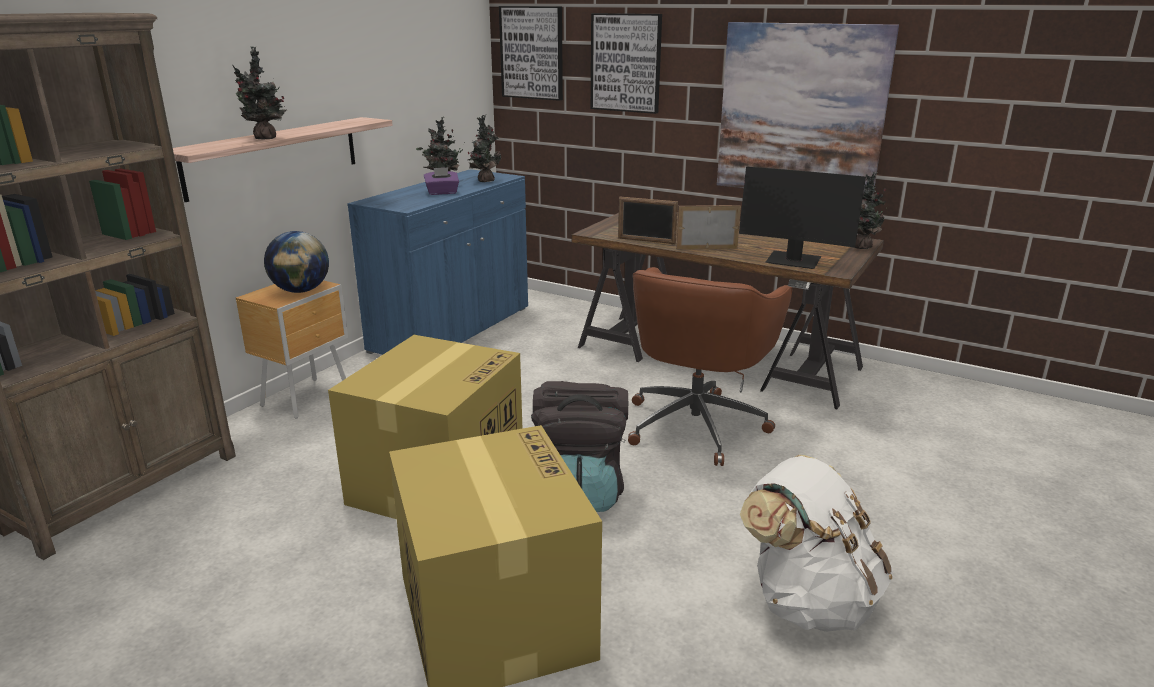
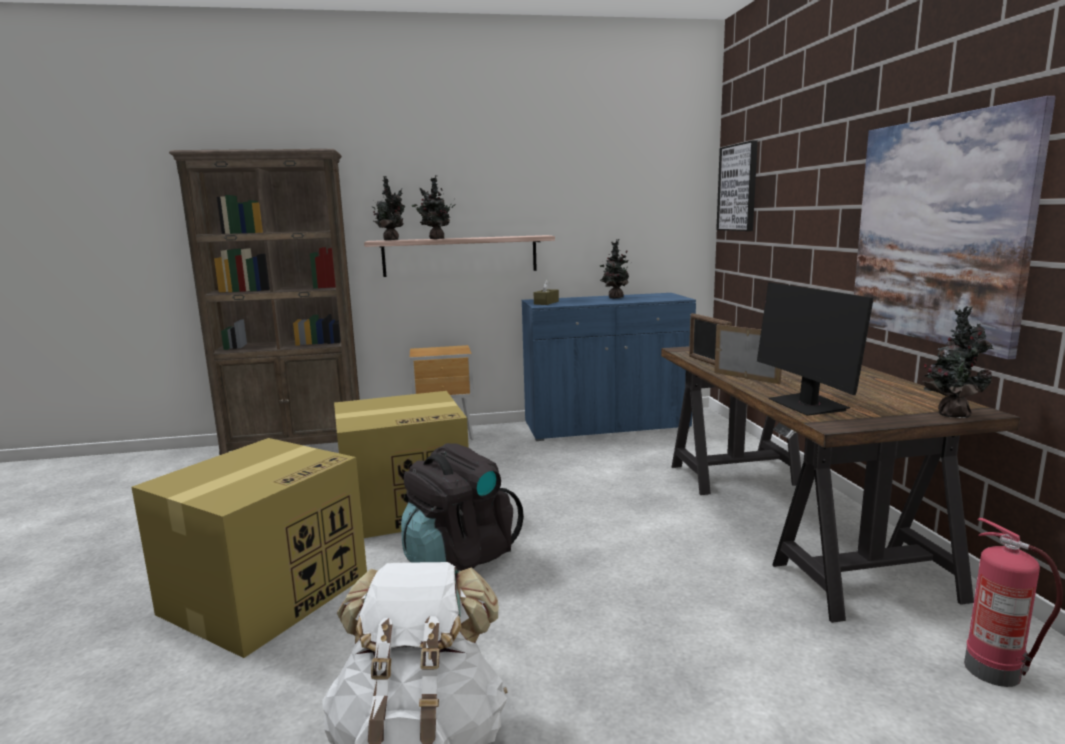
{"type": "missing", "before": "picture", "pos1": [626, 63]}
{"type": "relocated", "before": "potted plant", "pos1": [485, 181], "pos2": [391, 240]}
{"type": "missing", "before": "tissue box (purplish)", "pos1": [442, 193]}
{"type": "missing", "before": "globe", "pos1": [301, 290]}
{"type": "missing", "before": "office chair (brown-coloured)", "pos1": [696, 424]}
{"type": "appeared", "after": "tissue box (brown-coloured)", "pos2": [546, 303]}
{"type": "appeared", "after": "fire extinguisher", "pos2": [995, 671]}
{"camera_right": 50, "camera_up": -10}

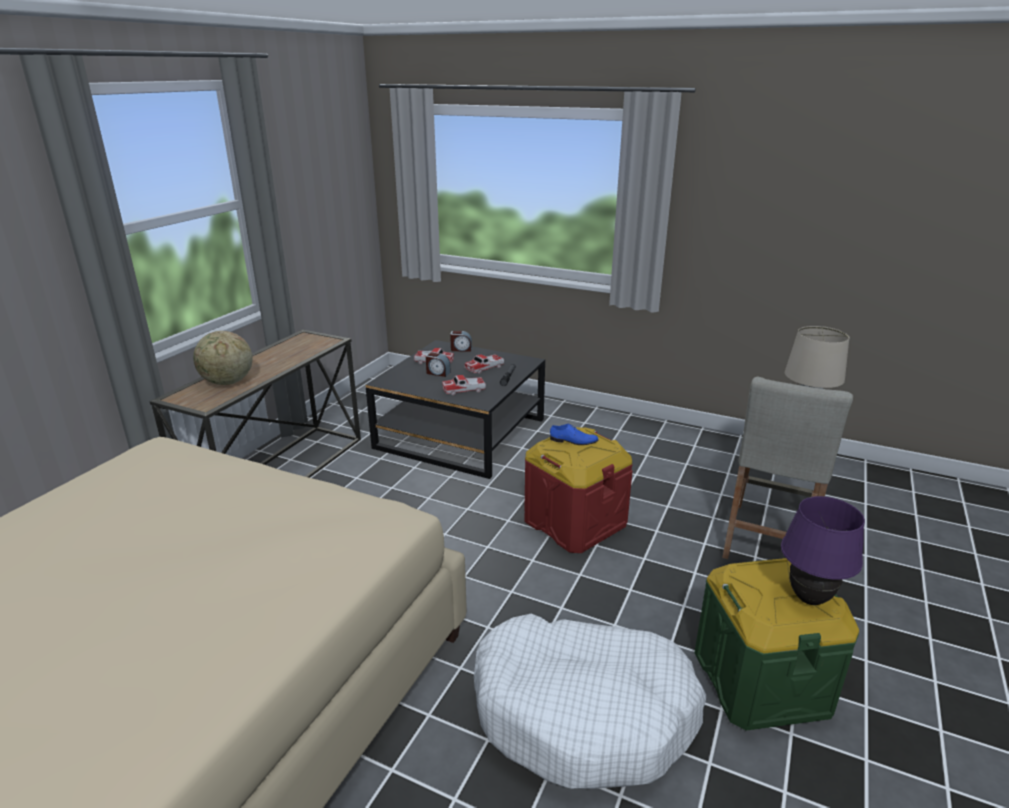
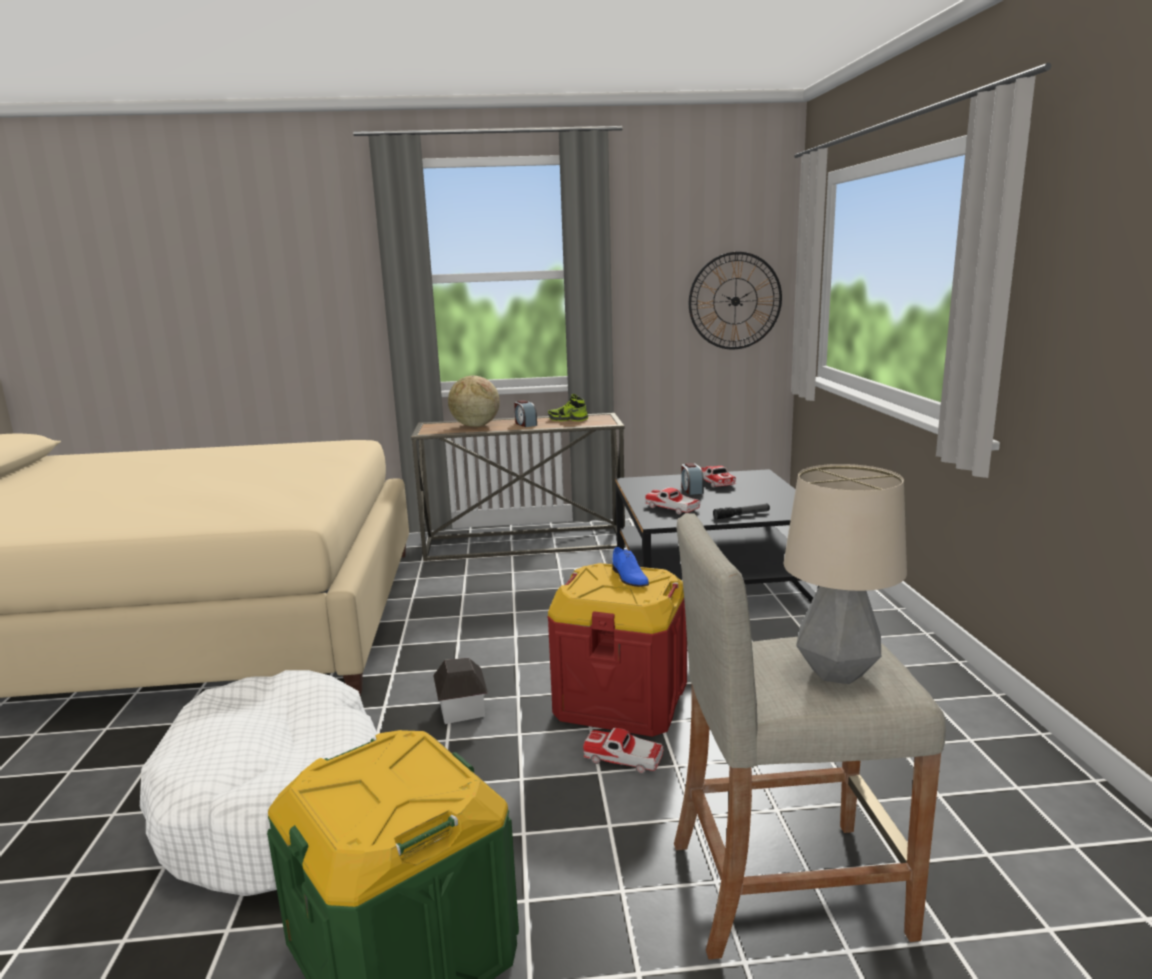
{"type": "relocated", "before": "bedside clock", "pos1": [461, 349], "pos2": [525, 424]}
{"type": "relocated", "before": "model car", "pos1": [484, 368], "pos2": [623, 758]}
{"type": "missing", "before": "table lamp (purplish)", "pos1": [810, 598]}
{"type": "appeared", "after": "clock on the wall", "pos2": [735, 301]}
{"type": "appeared", "after": "low shoe", "pos2": [568, 420]}
{"type": "appeared", "after": "miniature house", "pos2": [462, 710]}
{"camera_right": 60, "camera_up": -10}

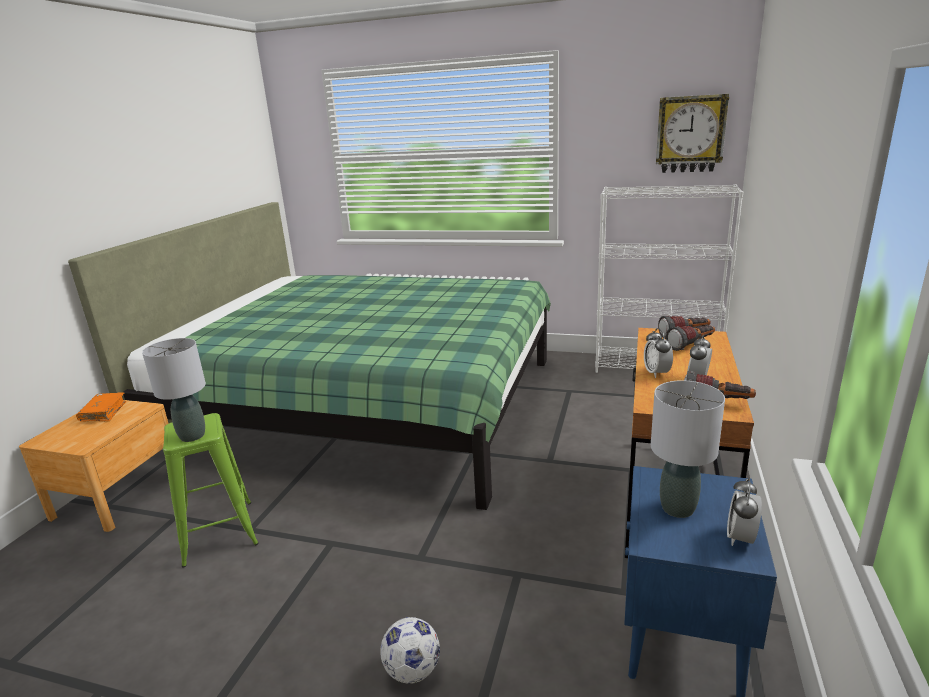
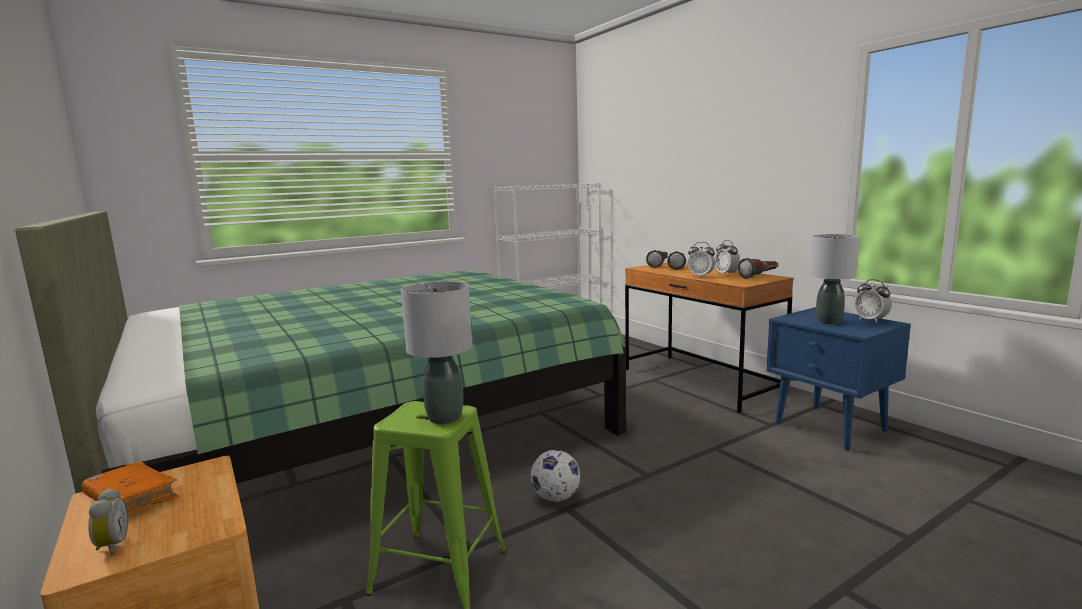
{"type": "missing", "before": "clock on the wall", "pos1": [690, 134]}
{"type": "relocated", "before": "ball for football", "pos1": [413, 671], "pos2": [556, 497]}
{"type": "appeared", "after": "bedside clock", "pos2": [111, 547]}
{"camera_right": -50, "camera_up": -10}

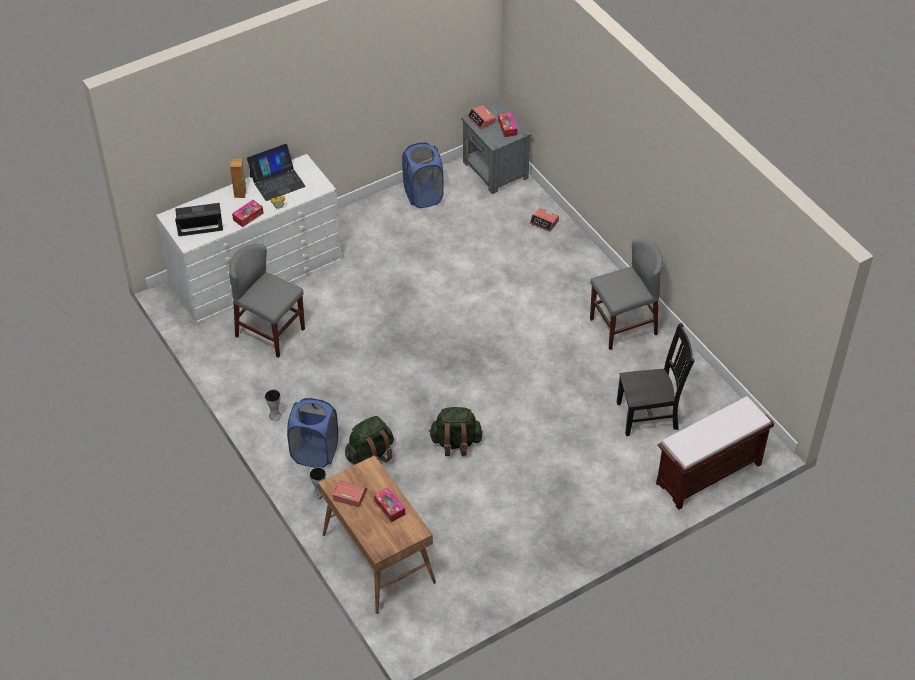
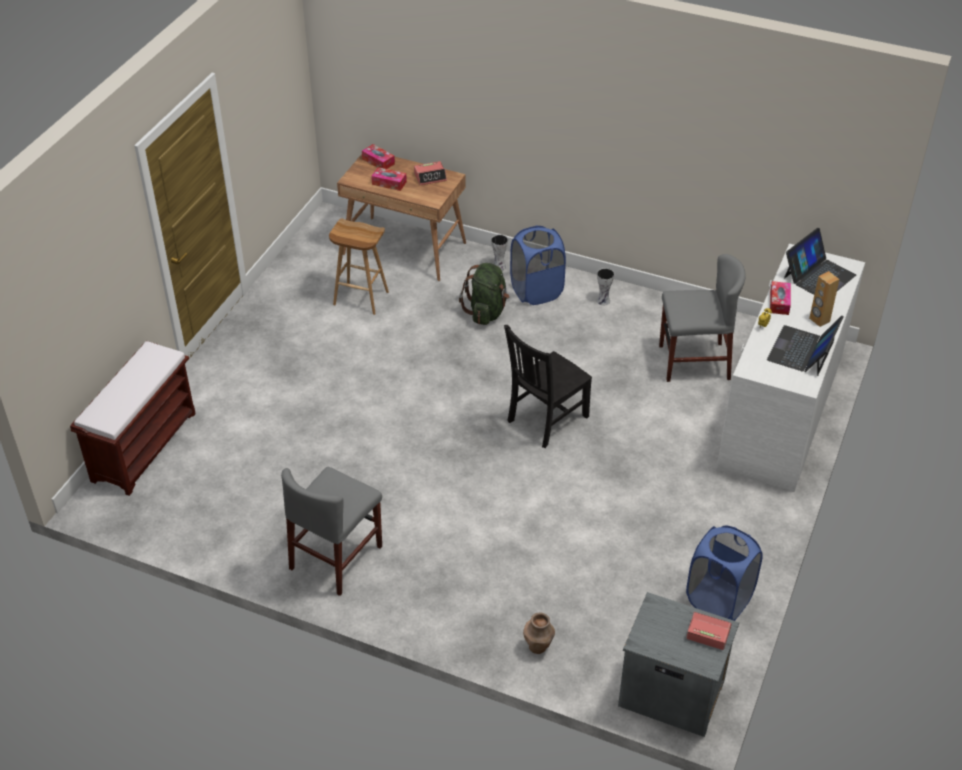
{"type": "relocated", "before": "tissue box", "pos1": [507, 127], "pos2": [378, 161]}
{"type": "exchanged", "before": "bedside clock", "after": "flower vase (brown-coloured)", "pos1": [544, 222], "pos2": [538, 647]}
{"type": "relocated", "before": "chair (blackish)", "pos1": [649, 415], "pos2": [545, 420]}
{"type": "missing", "before": "rucksack (green-coloured)", "pos1": [455, 443]}
{"type": "appeared", "after": "sitting stool (brown-coloured)", "pos2": [360, 298]}
{"camera_right": 145, "camera_up": -5}

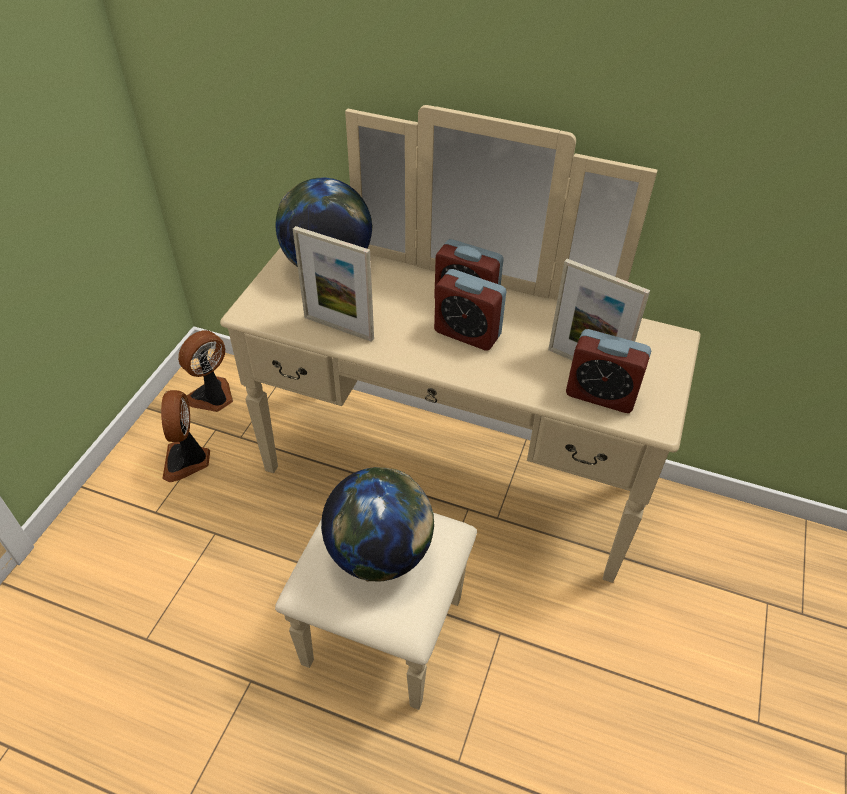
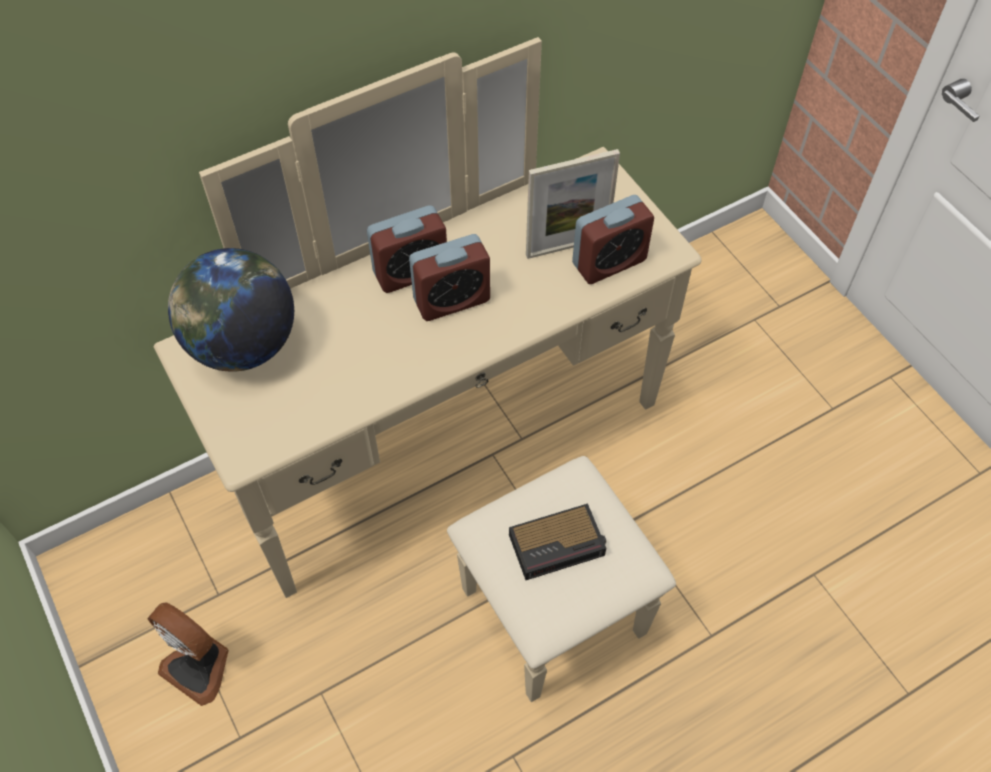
{"type": "missing", "before": "picture frame", "pos1": [338, 328]}
{"type": "missing", "before": "cooling fan", "pos1": [213, 397]}
{"type": "exchanged", "before": "globe", "after": "bedside clock", "pos1": [379, 554], "pos2": [558, 544]}
{"camera_right": -50, "camera_up": 10}

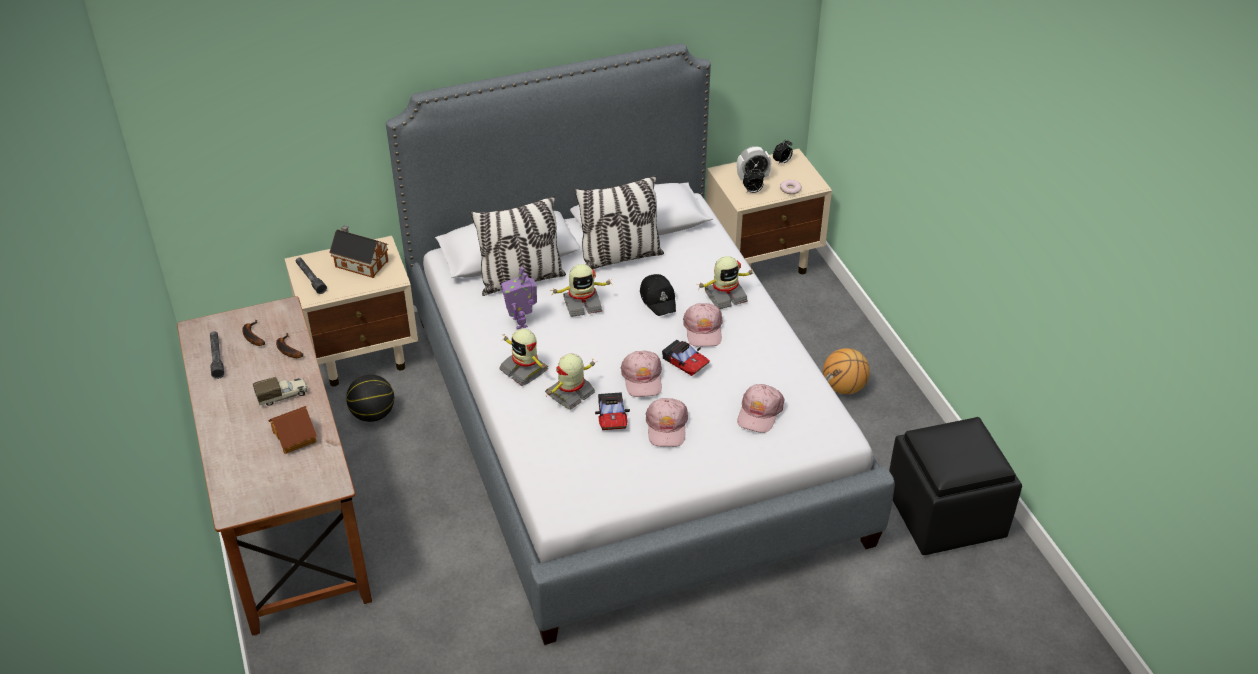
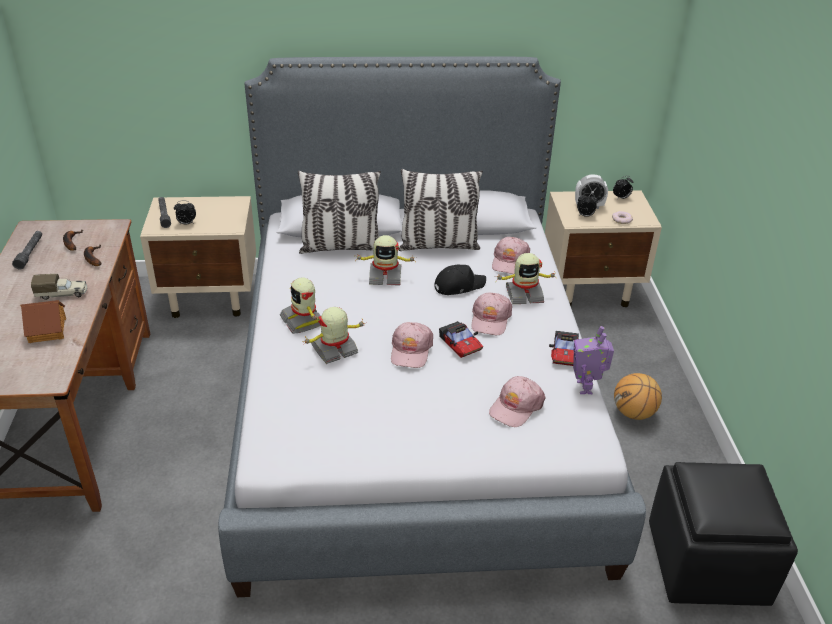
{"type": "missing", "before": "miniature house", "pos1": [360, 263]}
{"type": "relocated", "before": "model robot", "pos1": [521, 322], "pos2": [586, 387]}
{"type": "spun", "before": "peaked cap (blackish)", "pos1": [658, 299], "pos2": [458, 285], "turn": -105}
{"type": "missing", "before": "ball for basketball", "pos1": [373, 414]}
{"type": "relocated", "before": "model car", "pos1": [612, 416], "pos2": [565, 353]}
{"type": "relocated", "before": "peaked cap (pink-coloured)", "pos1": [666, 427], "pos2": [509, 261]}
{"type": "appeared", "after": "bedside clock", "pos2": [186, 223]}
{"camera_right": 15, "camera_up": -5}

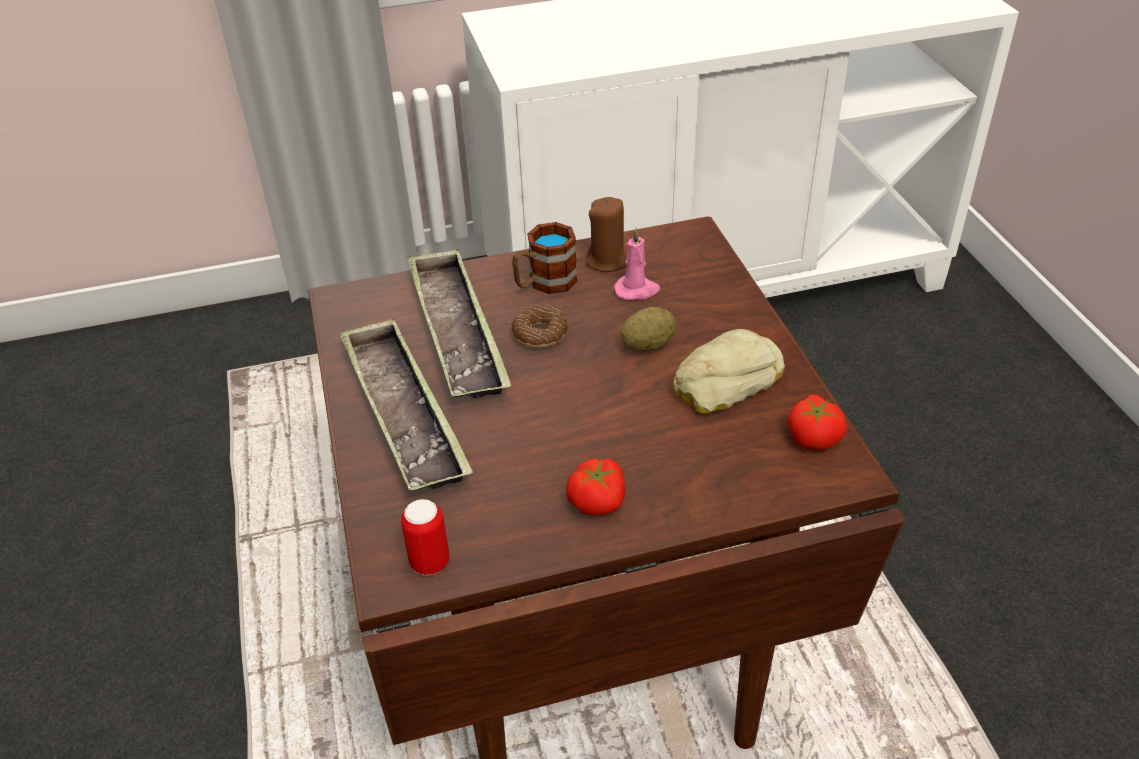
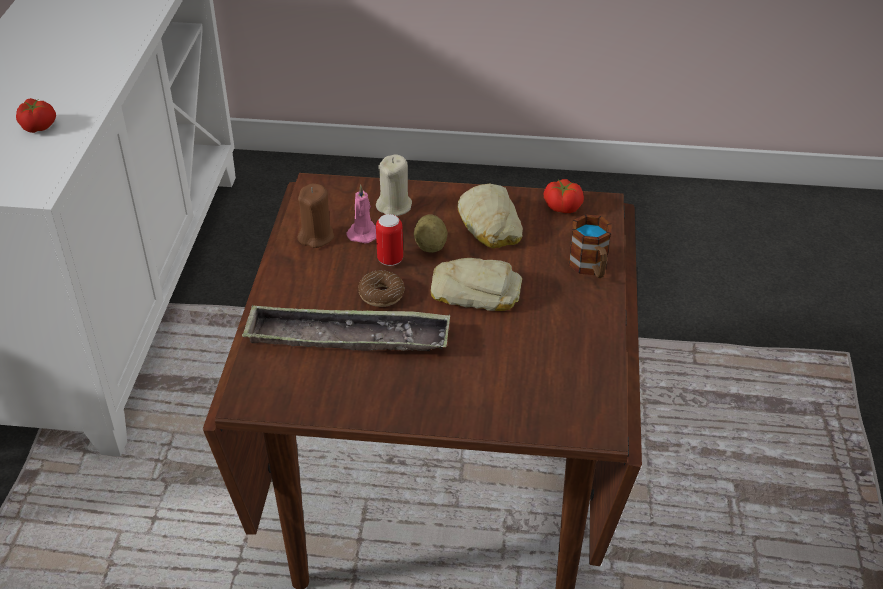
{"type": "relocated", "before": "coffee mug", "pos1": [544, 283], "pos2": [591, 268]}
{"type": "missing", "before": "tray", "pos1": [404, 412]}
{"type": "relocated", "before": "tomato", "pos1": [598, 501], "pos2": [39, 126]}
{"type": "relocated", "before": "metal can", "pos1": [430, 562], "pos2": [390, 259]}
{"type": "appeared", "after": "wax light (beige-coloured)", "pos2": [394, 206]}
{"type": "appeared", "after": "baked bread", "pos2": [475, 291]}
{"camera_right": -70, "camera_up": 0}

